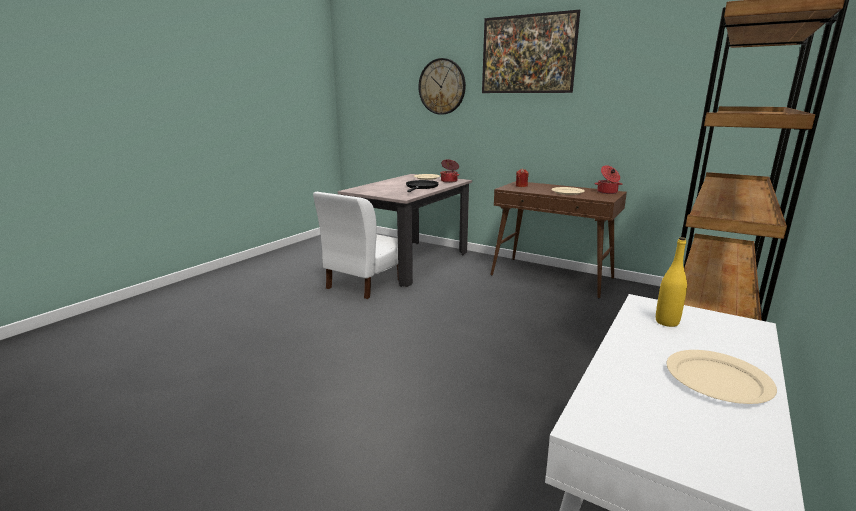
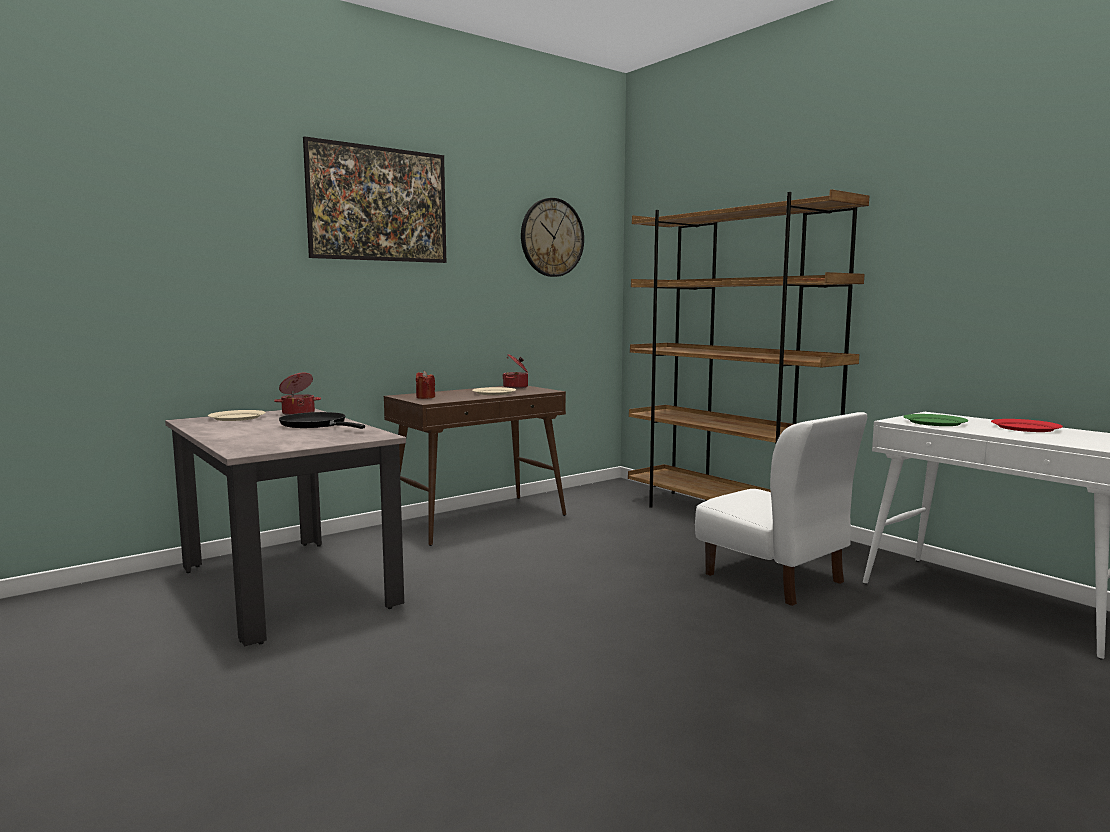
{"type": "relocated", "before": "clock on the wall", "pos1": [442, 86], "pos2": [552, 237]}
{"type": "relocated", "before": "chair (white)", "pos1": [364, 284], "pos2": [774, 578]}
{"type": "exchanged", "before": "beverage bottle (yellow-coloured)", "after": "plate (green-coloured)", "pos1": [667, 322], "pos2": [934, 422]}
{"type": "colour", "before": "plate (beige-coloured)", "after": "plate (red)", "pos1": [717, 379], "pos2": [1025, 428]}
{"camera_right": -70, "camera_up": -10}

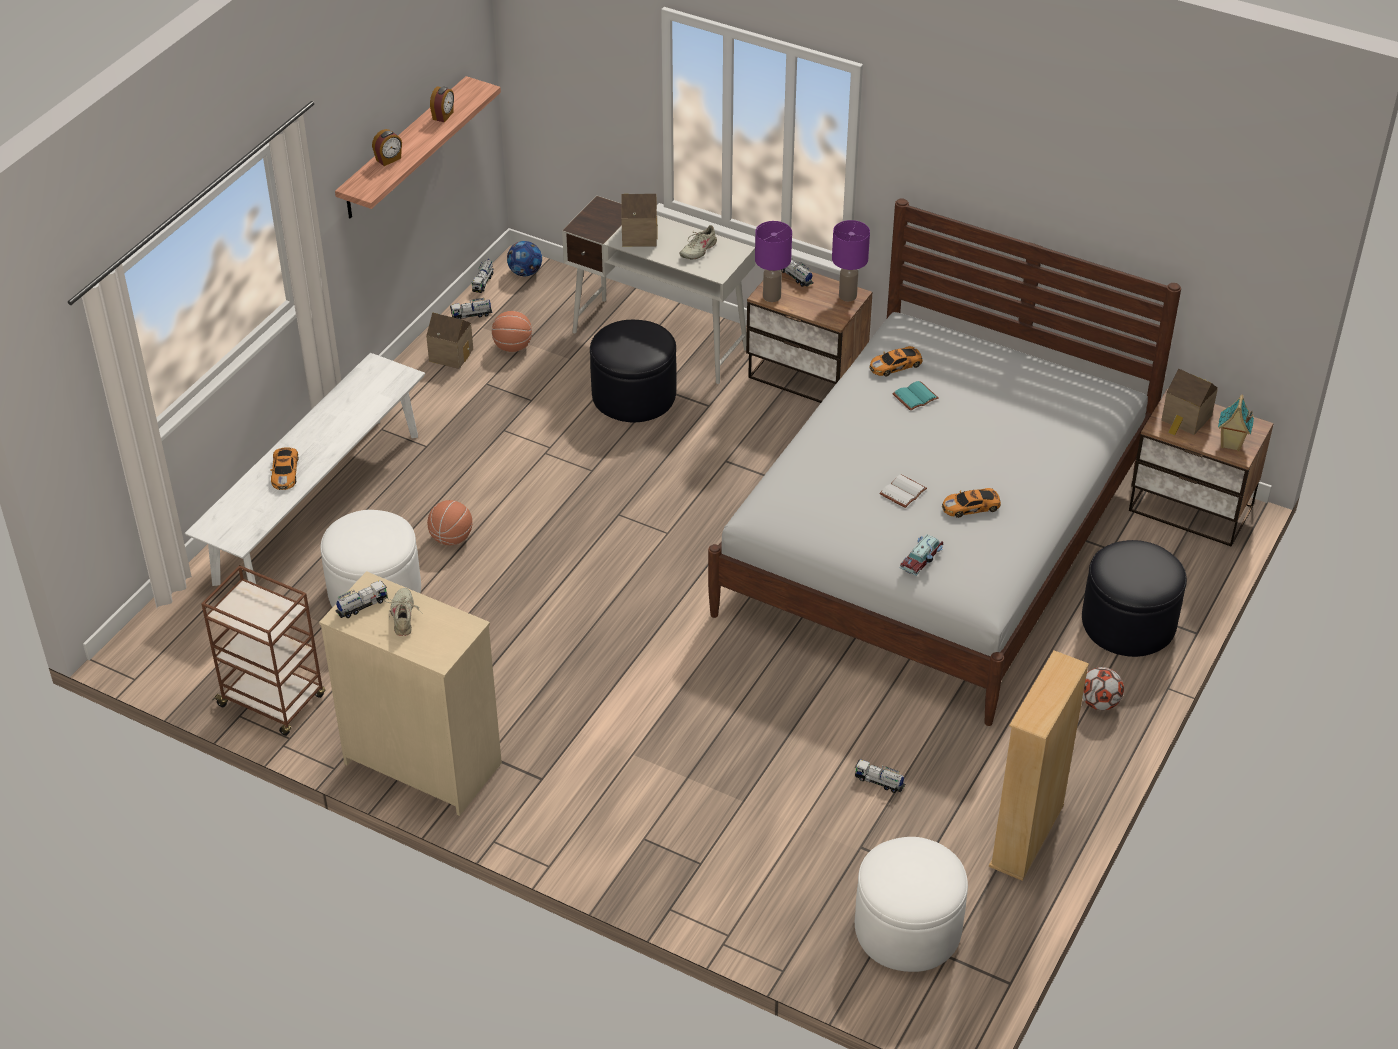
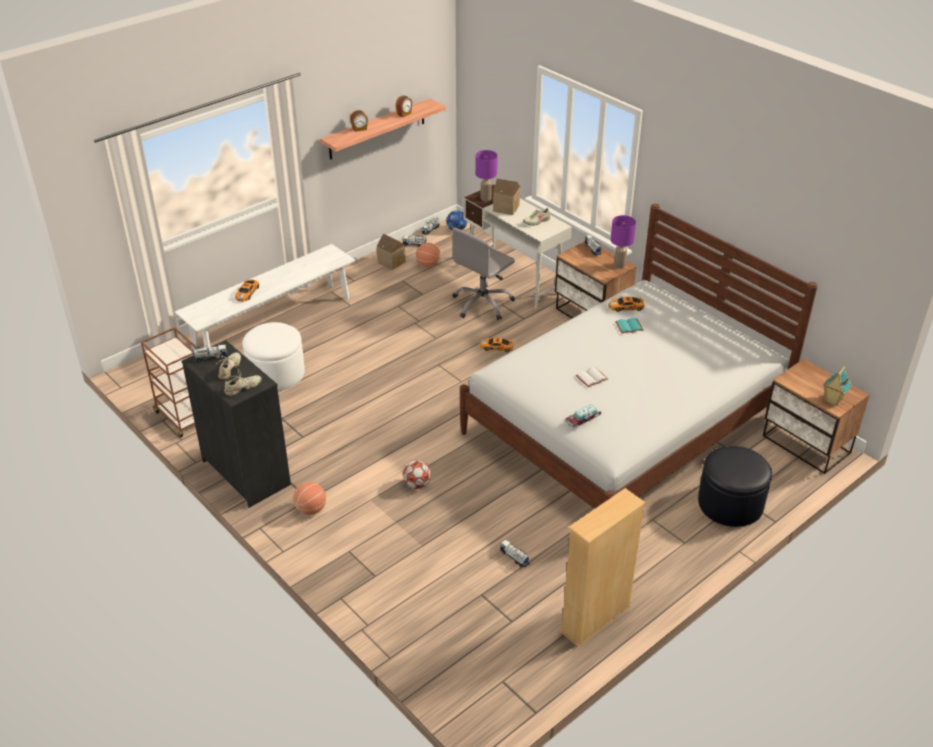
{"type": "relocated", "before": "table lamp (purplish)", "pos1": [772, 296], "pos2": [486, 198]}
{"type": "exchanged", "before": "ottoman (blackish)", "after": "office chair (greyish)", "pos1": [634, 395], "pos2": [483, 304]}
{"type": "missing", "before": "miniature house", "pos1": [1185, 419]}
{"type": "relocated", "before": "model car", "pos1": [972, 506], "pos2": [497, 347]}
{"type": "relocated", "before": "ball for basketball", "pos1": [451, 538], "pos2": [310, 509]}
{"type": "colour", "before": "drawer chest (beige-coloured)", "after": "drawer chest (blackish)", "pos1": [423, 763], "pos2": [246, 472]}
{"type": "relocated", "before": "ball for football", "pos1": [1099, 703], "pos2": [417, 484]}
{"type": "missing", "before": "ottoman (white)", "pos1": [907, 929]}
{"type": "appeared", "after": "low shoe (beige-coloured)", "pos2": [243, 388]}
{"camera_right": 20, "camera_up": -5}

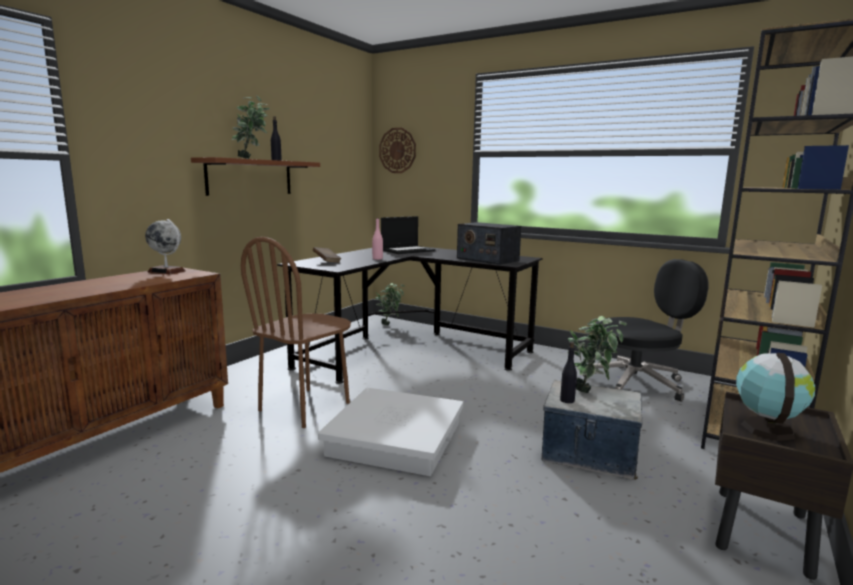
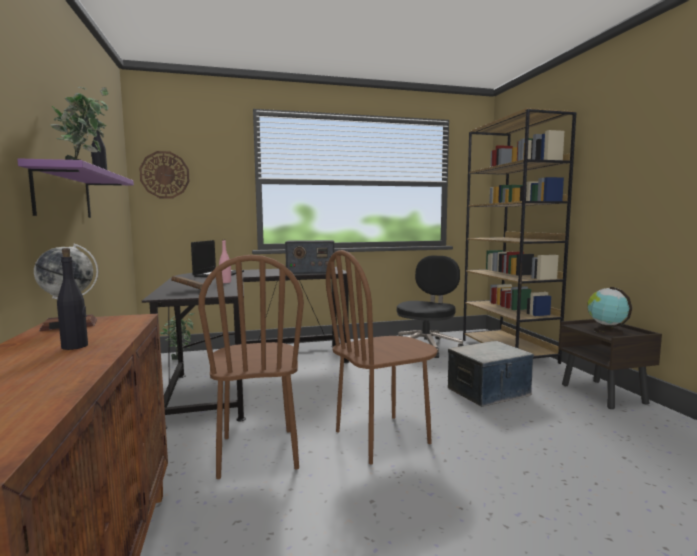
{"type": "colour", "before": "bracket shelf (brown-coloured)", "after": "bracket shelf (purplish)", "pos1": [250, 177], "pos2": [63, 194]}
{"type": "missing", "before": "potted plant", "pos1": [591, 390]}
{"type": "relocated", "before": "beverage bottle (blackish)", "pos1": [567, 400], "pos2": [75, 346]}
{"type": "exchanged", "before": "storage container (white)", "after": "chair (brown-coloured)", "pos1": [395, 438], "pos2": [382, 437]}
{"camera_right": -45, "camera_up": -5}

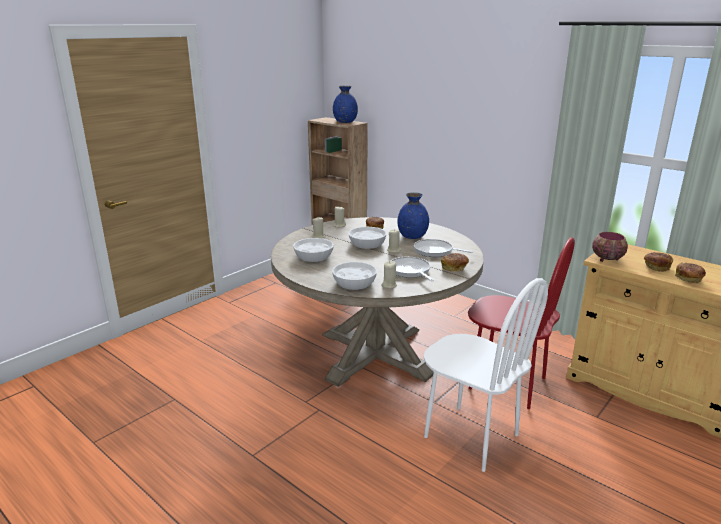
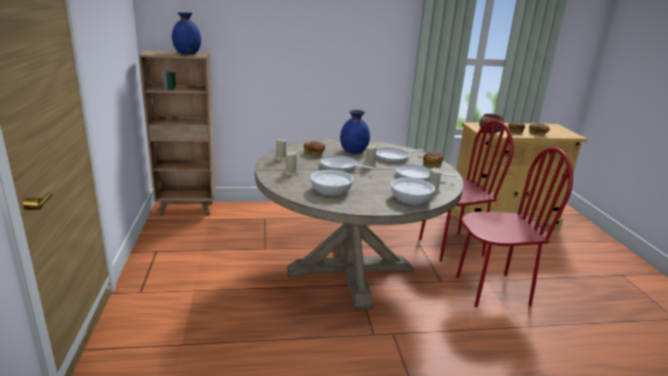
{"type": "exchanged", "before": "serving bowl (white)", "after": "pan", "pos1": [367, 244], "pos2": [340, 167]}
{"type": "colour", "before": "chair (white)", "after": "chair (red)", "pos1": [470, 436], "pos2": [492, 290]}
{"camera_right": -50, "camera_up": 0}

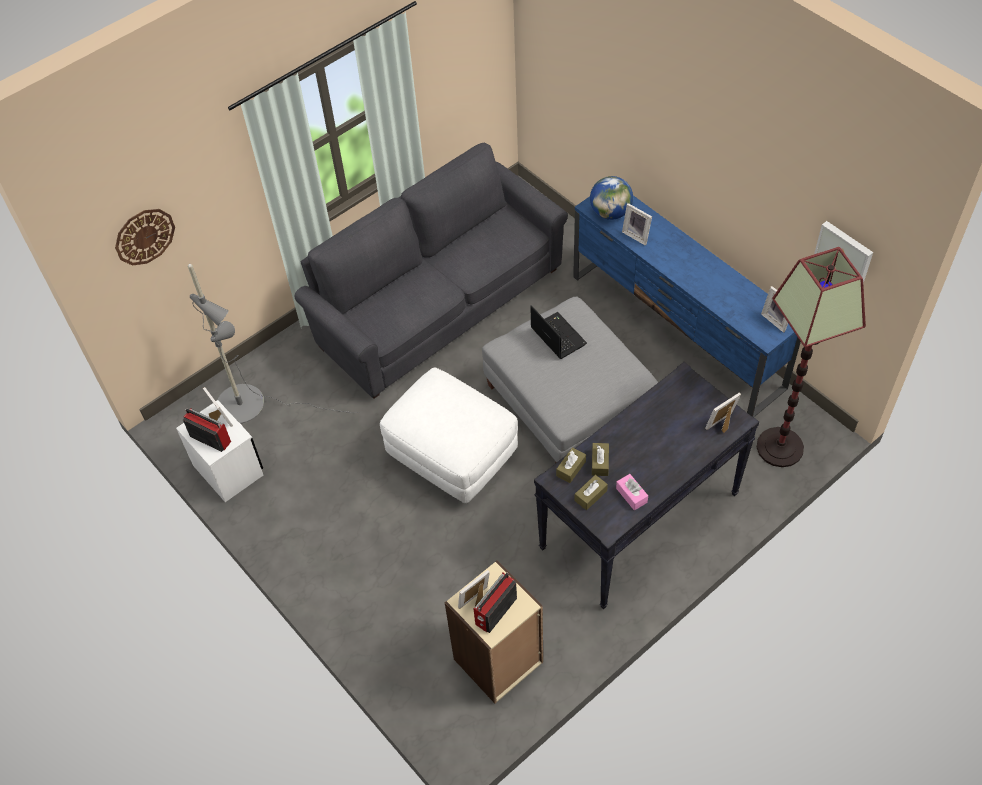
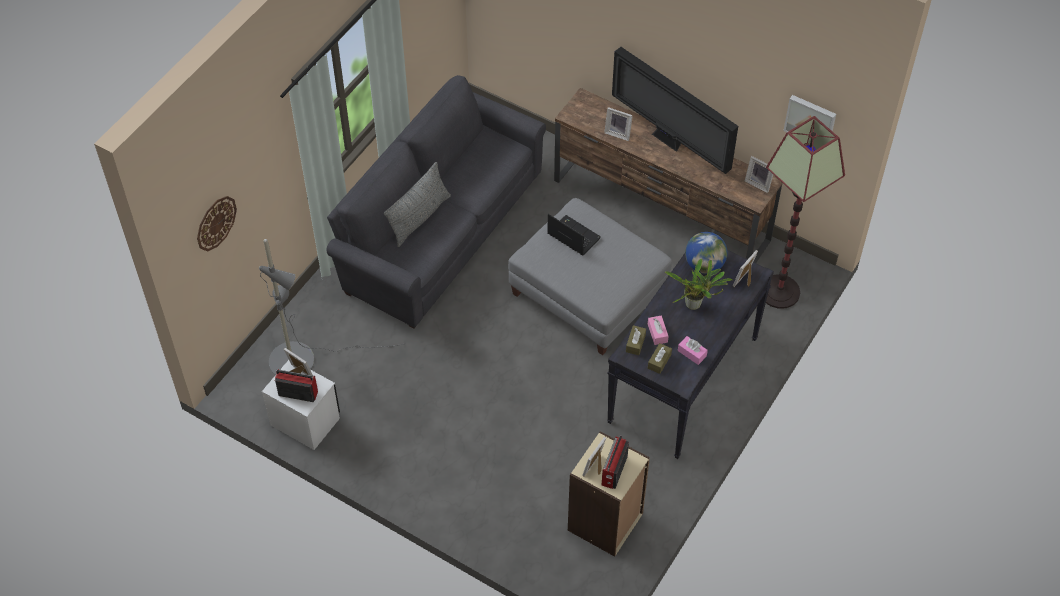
{"type": "relocated", "before": "globe", "pos1": [610, 212], "pos2": [704, 265]}
{"type": "colour", "before": "media console (blue)", "after": "media console (brown-coloured)", "pos1": [676, 332], "pos2": [661, 211]}
{"type": "missing", "before": "ottoman (white)", "pos1": [452, 456]}
{"type": "colour", "before": "tissue box (brown-coloured)", "after": "tissue box (pink-coloured)", "pos1": [600, 463], "pos2": [657, 333]}
{"type": "appeared", "after": "TV", "pos2": [668, 141]}
{"type": "appeared", "after": "cushion (greyish)", "pos2": [419, 218]}
{"type": "appeared", "after": "potted plant", "pos2": [695, 305]}
{"camera_right": -20, "camera_up": 0}

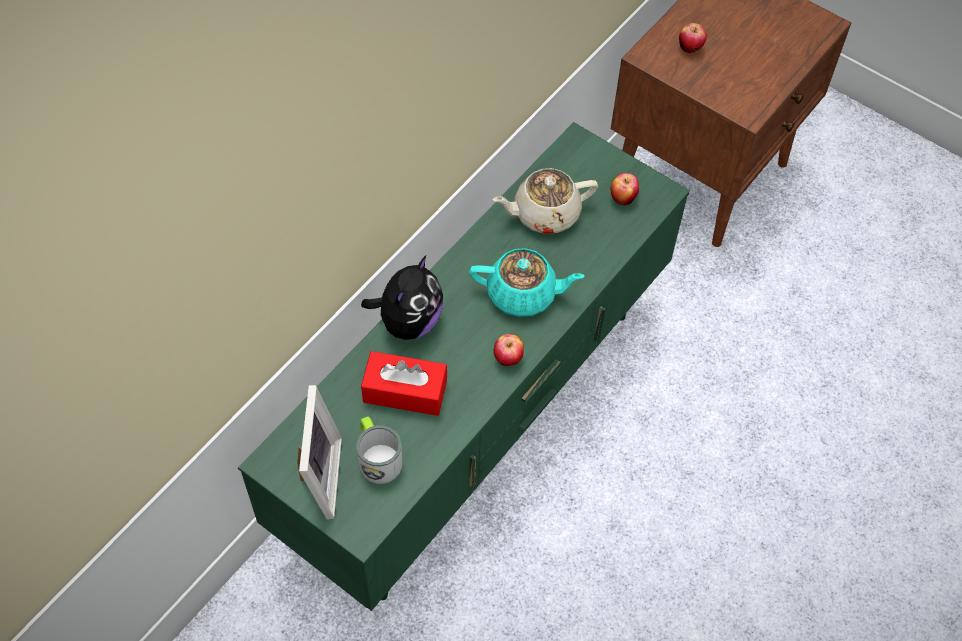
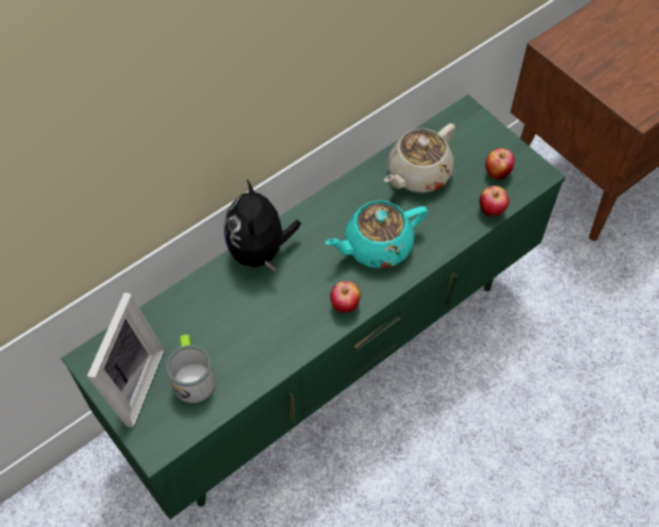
{"type": "relocated", "before": "whole apple", "pos1": [690, 48], "pos2": [491, 210]}
{"type": "spun", "before": "teapot (beige-coloured)", "pos1": [544, 213], "pos2": [417, 174], "turn": -45}
{"type": "spun", "before": "teapot (blue-green)", "pos1": [523, 294], "pos2": [376, 246], "turn": 135}
{"type": "spun", "before": "plush toy", "pos1": [408, 321], "pos2": [260, 251], "turn": 135}
{"type": "missing", "before": "tissue box (red)", "pos1": [405, 391]}
{"camera_right": 15, "camera_up": 0}

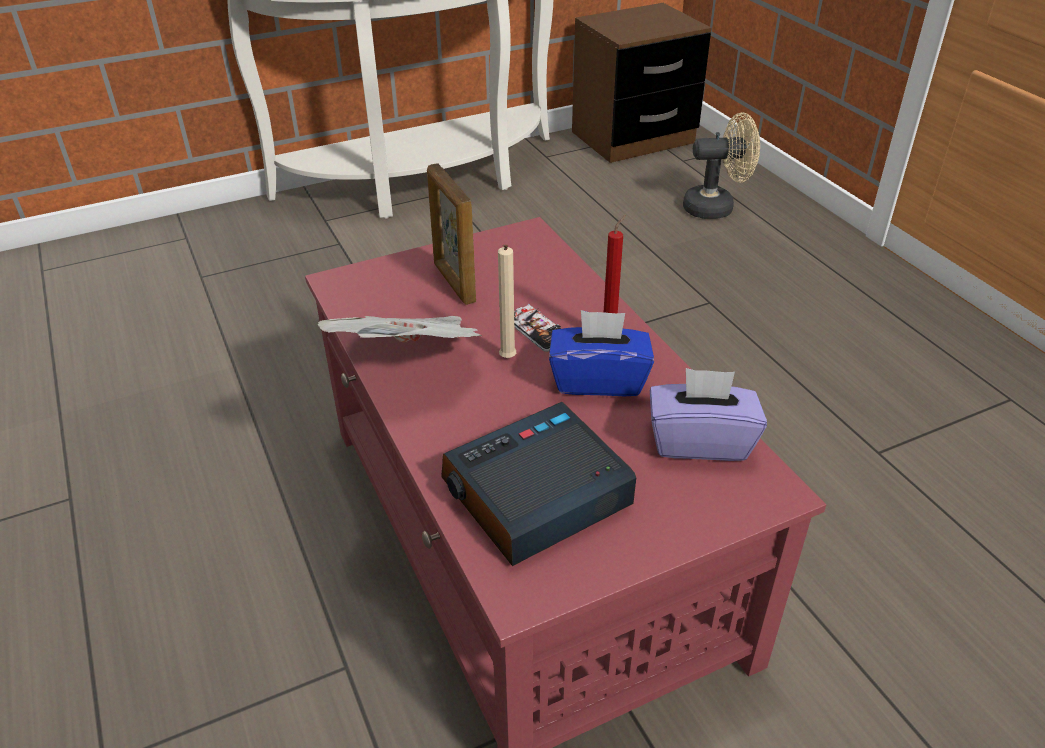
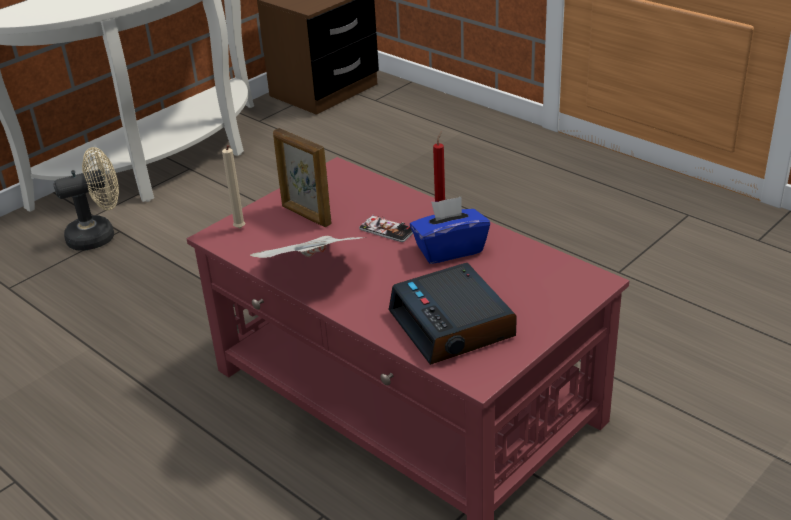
{"type": "relocated", "before": "cooling fan (beige-coloured)", "pos1": [716, 207], "pos2": [99, 235]}
{"type": "relocated", "before": "wax light (beige-coloured)", "pos1": [507, 360], "pos2": [240, 229]}
{"type": "missing", "before": "tissue box (purplish)", "pos1": [700, 441]}
{"type": "spun", "before": "bedside clock", "pos1": [535, 496], "pos2": [453, 325], "turn": -60}
{"camera_right": -20, "camera_up": -5}

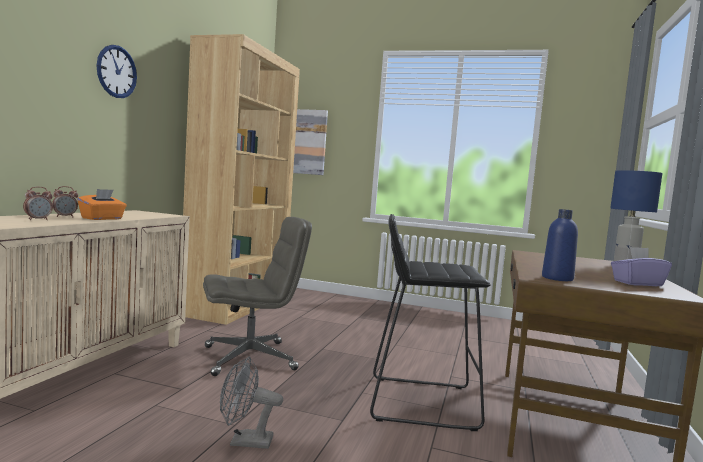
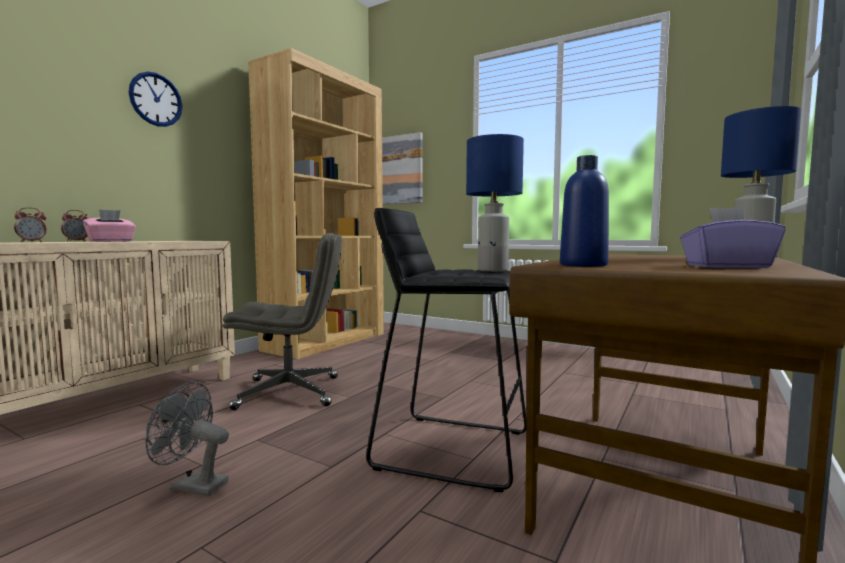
{"type": "colour", "before": "tissue box (orangey)", "after": "tissue box (pink-coloured)", "pos1": [102, 218], "pos2": [111, 241]}
{"type": "appeared", "after": "table lamp (blue)", "pos2": [493, 270]}
{"camera_right": 15, "camera_up": 0}

